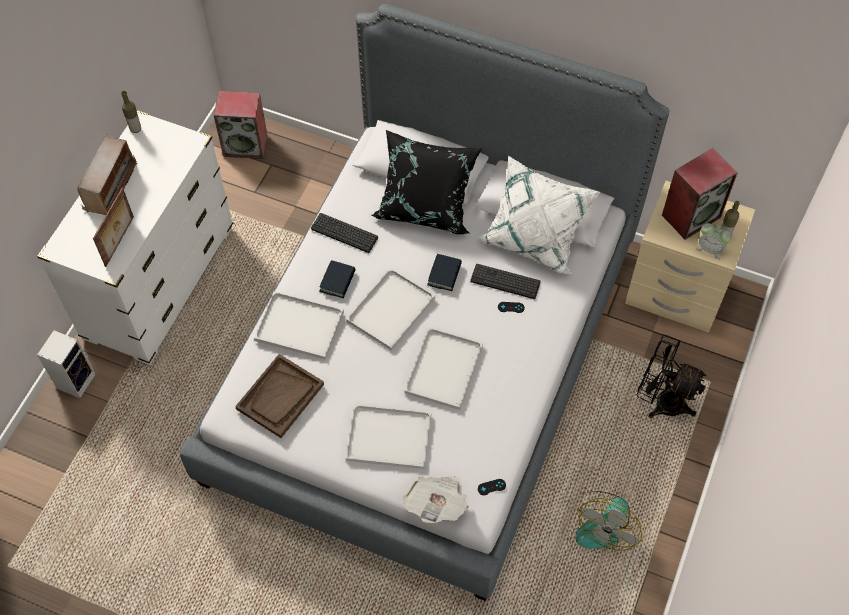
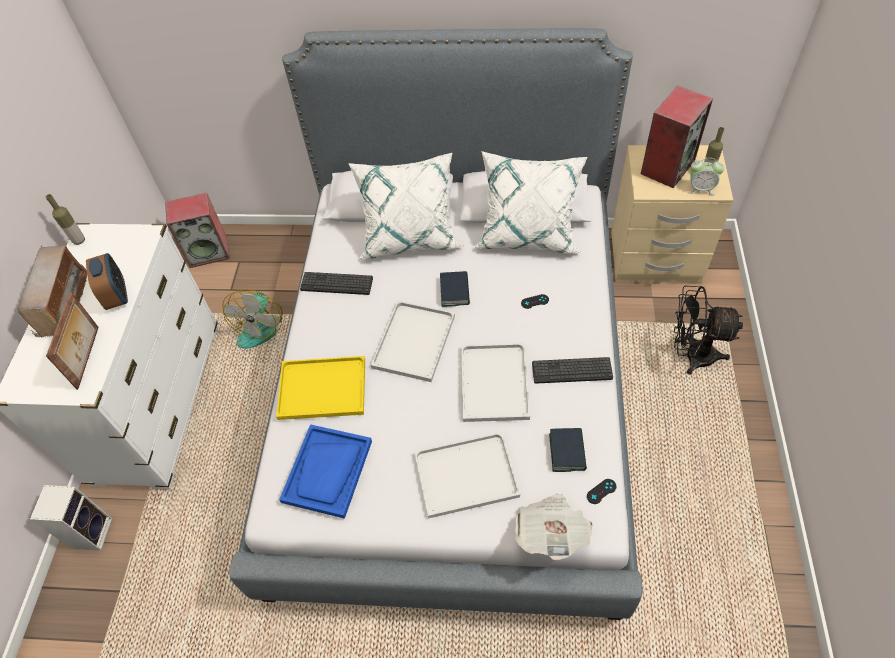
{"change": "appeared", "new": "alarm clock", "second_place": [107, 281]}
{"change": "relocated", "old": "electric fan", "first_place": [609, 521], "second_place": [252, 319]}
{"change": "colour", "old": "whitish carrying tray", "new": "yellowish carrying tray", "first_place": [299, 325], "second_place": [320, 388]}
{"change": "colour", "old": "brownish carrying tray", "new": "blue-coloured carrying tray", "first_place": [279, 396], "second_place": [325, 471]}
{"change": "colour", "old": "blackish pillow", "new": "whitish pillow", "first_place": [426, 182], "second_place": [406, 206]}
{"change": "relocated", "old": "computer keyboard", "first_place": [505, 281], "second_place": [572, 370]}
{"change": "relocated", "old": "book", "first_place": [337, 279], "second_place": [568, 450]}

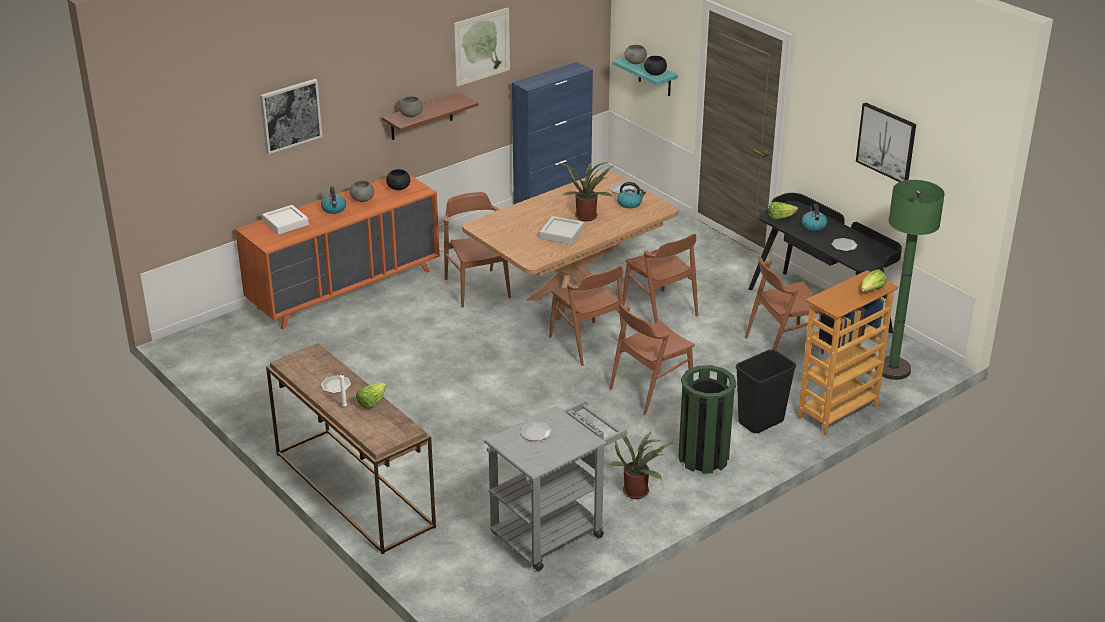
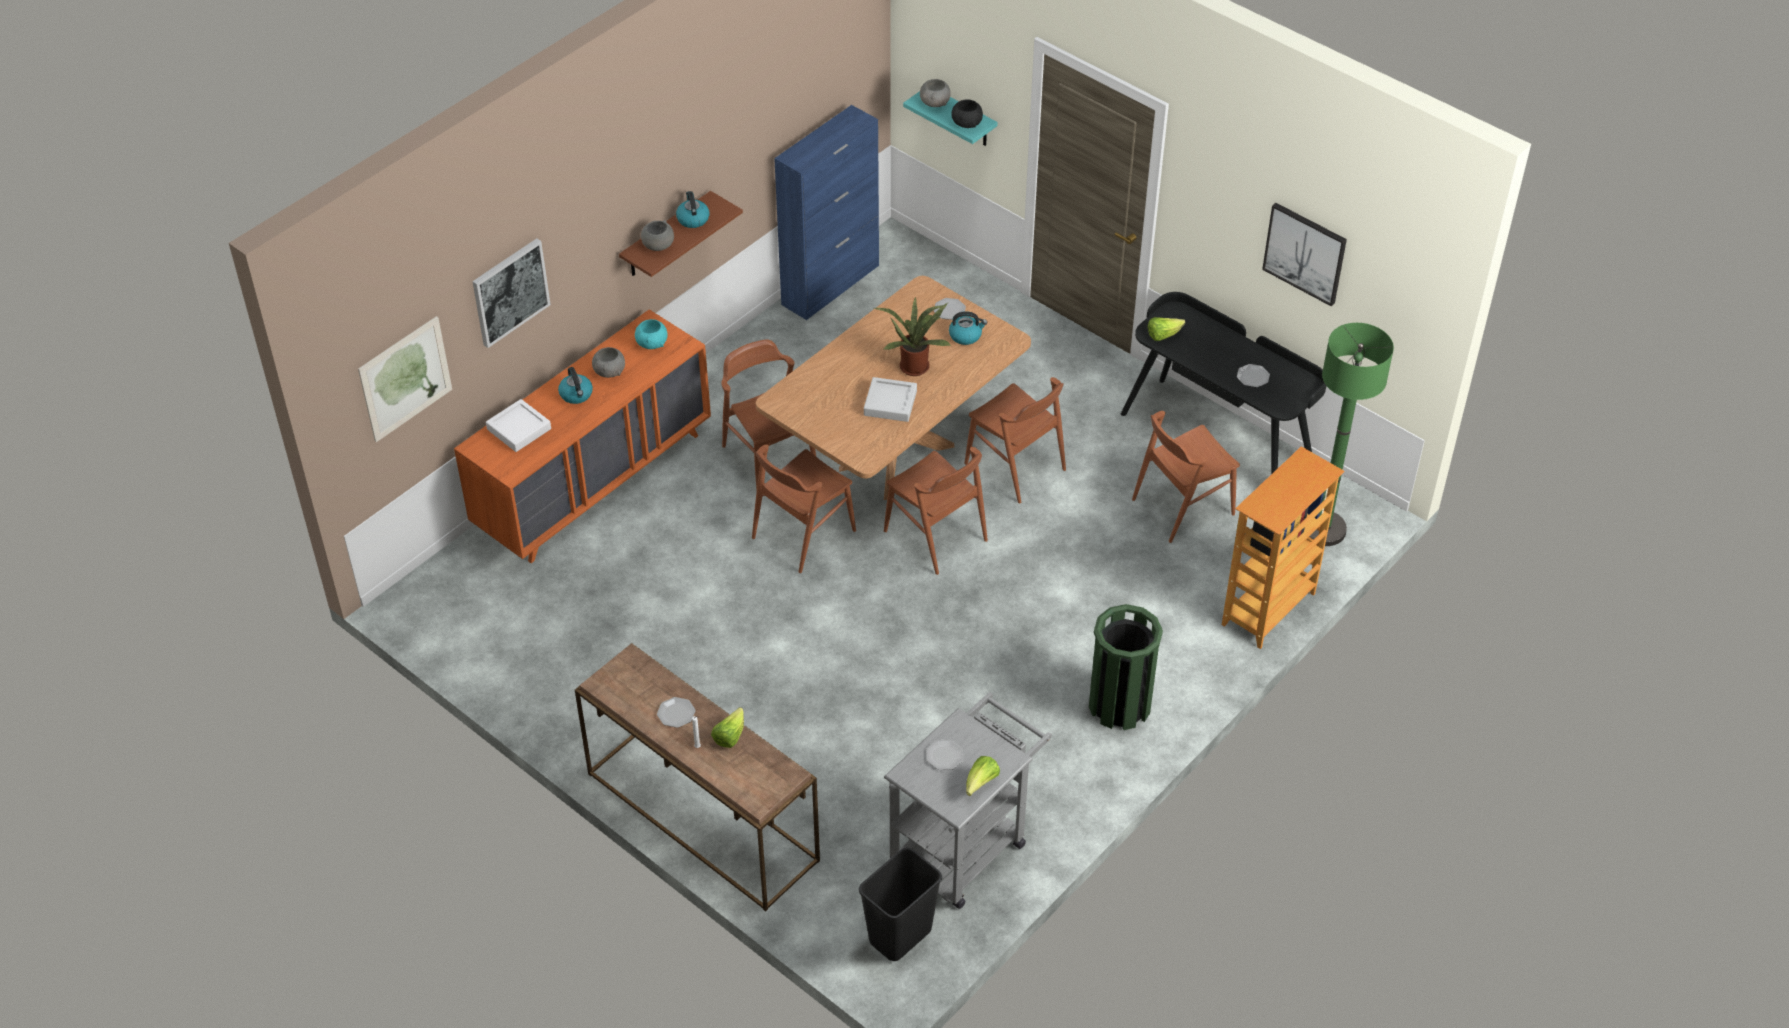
{"change": "relocated", "old": "wall picture", "first_place": [482, 47], "second_place": [405, 379]}
{"change": "colour", "old": "blackish serving bowl", "new": "turquoise serving bowl", "first_place": [398, 179], "second_place": [651, 334]}
{"change": "relocated", "old": "water kettle", "first_place": [814, 217], "second_place": [692, 209]}
{"change": "relocated", "old": "brownish plain chair", "first_place": [651, 360], "second_place": [804, 509]}
{"change": "relocated", "old": "blackish trash can", "first_place": [766, 391], "second_place": [900, 904]}
{"change": "relocated", "old": "head of lettuce", "first_place": [874, 281], "second_place": [983, 776]}
{"change": "missing", "old": "potted plant", "first_place": [640, 465]}

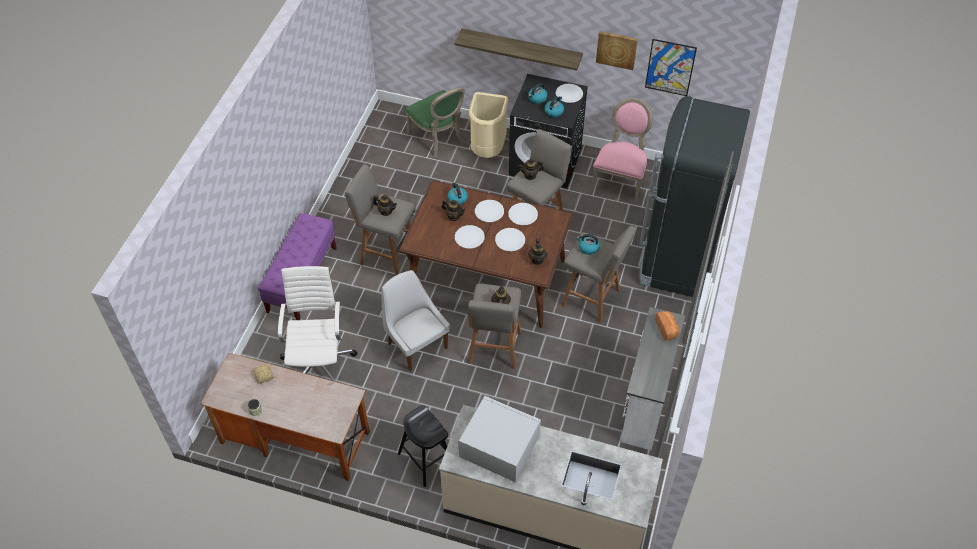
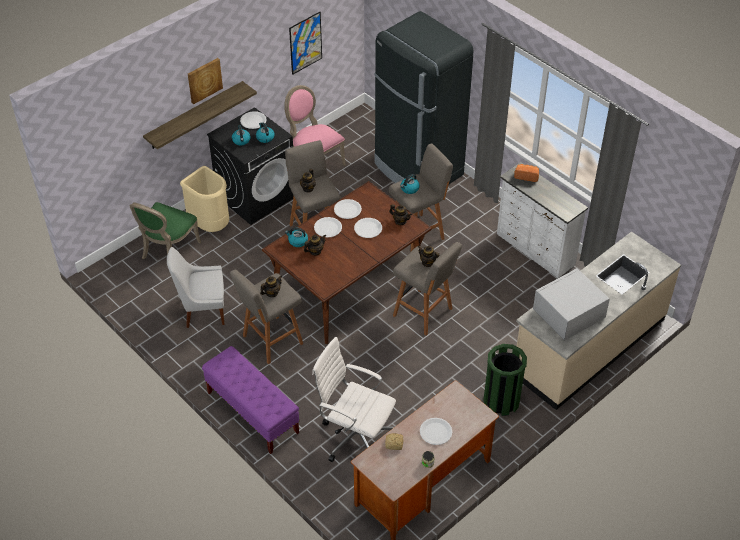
{"change": "spun", "old": "green plain chair", "first_place": [435, 122], "second_place": [165, 230], "degrees": 120}
{"change": "relocated", "old": "whitish plain chair", "first_place": [416, 320], "second_place": [196, 287]}
{"change": "relocated", "old": "wall picture", "first_place": [617, 50], "second_place": [205, 81]}
{"change": "relocated", "old": "whitish dinner plate", "first_place": [470, 237], "second_place": [436, 431]}
{"change": "exchanged", "old": "blackish sitting stool", "new": "green trash can", "first_place": [423, 446], "second_place": [505, 380]}

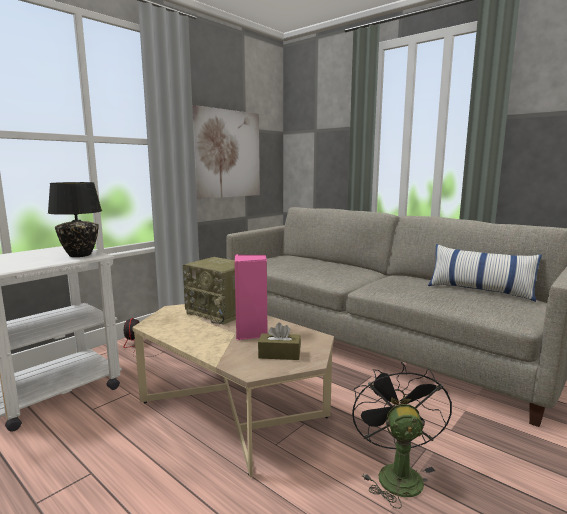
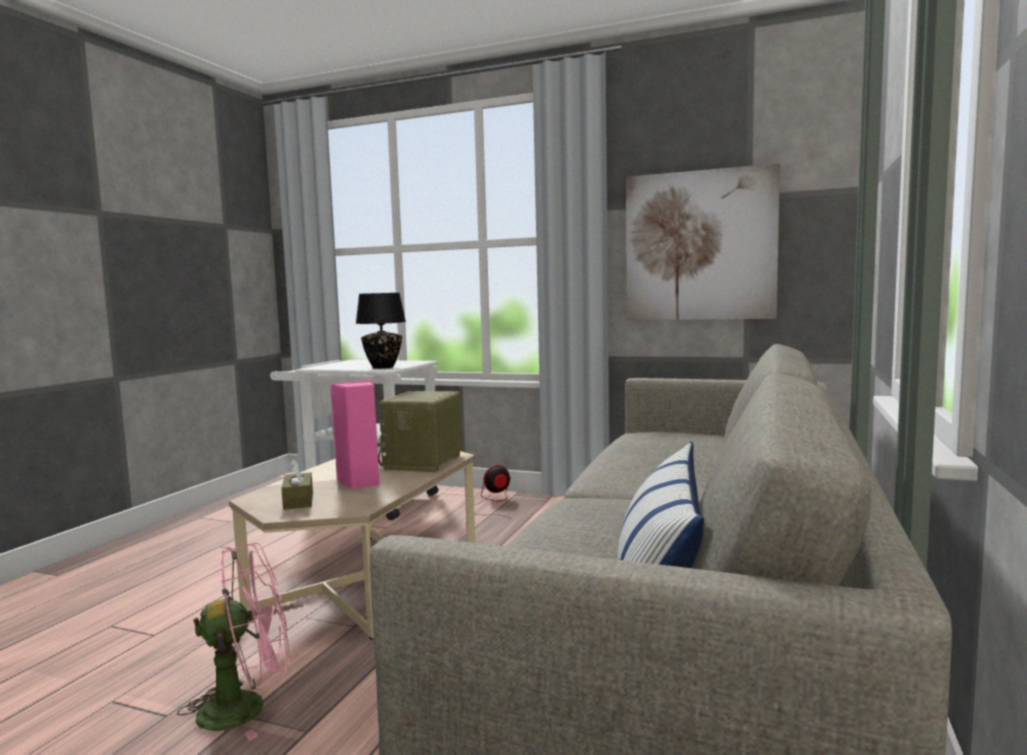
{"change": "colour", "old": "blackish electric fan", "new": "pink-coloured electric fan", "first_place": [402, 435], "second_place": [233, 642]}

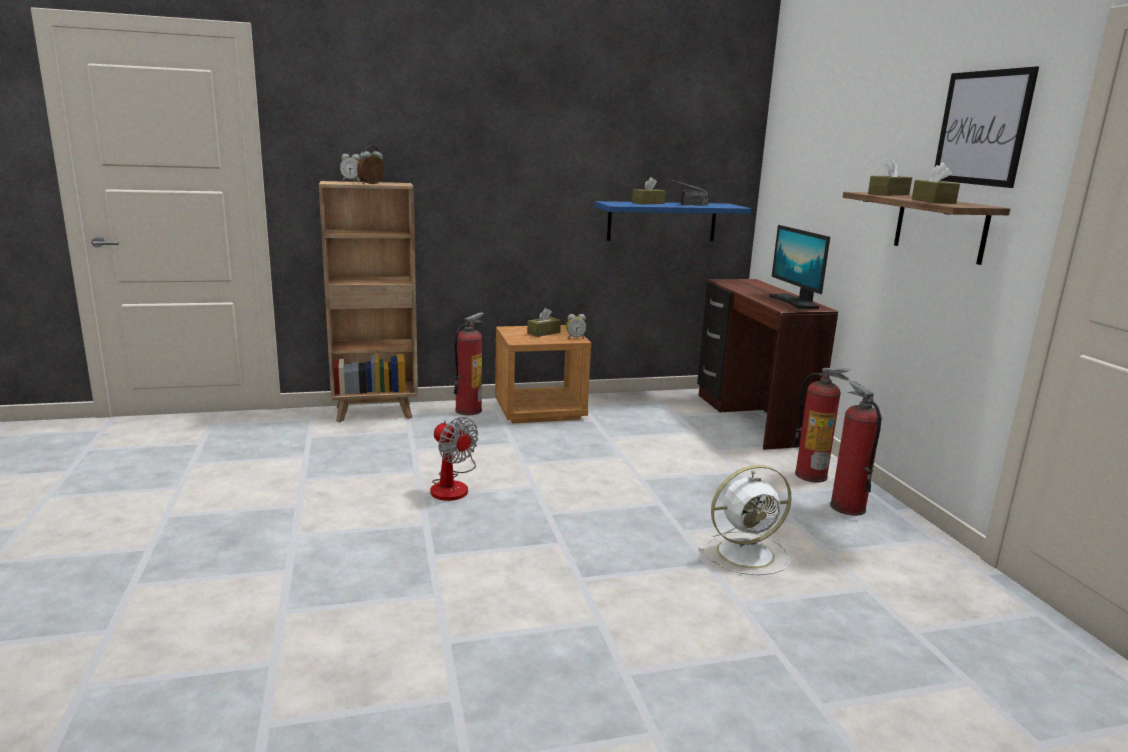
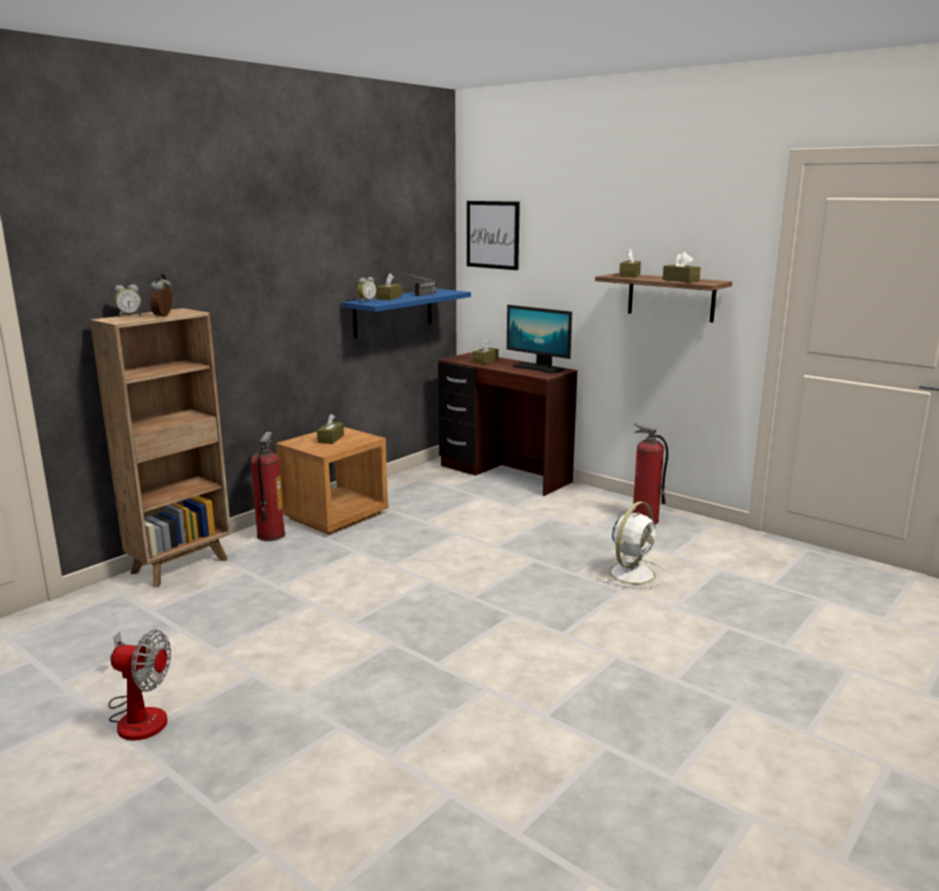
{"change": "relocated", "old": "electric fan", "first_place": [454, 459], "second_place": [139, 684]}
{"change": "relocated", "old": "alarm clock", "first_place": [576, 326], "second_place": [366, 290]}
{"change": "relocated", "old": "wall picture", "first_place": [986, 127], "second_place": [493, 235]}
{"change": "appeared", "new": "brownish tissue box", "second_place": [485, 352]}
{"change": "missing", "old": "extinguisher", "first_place": [821, 425]}

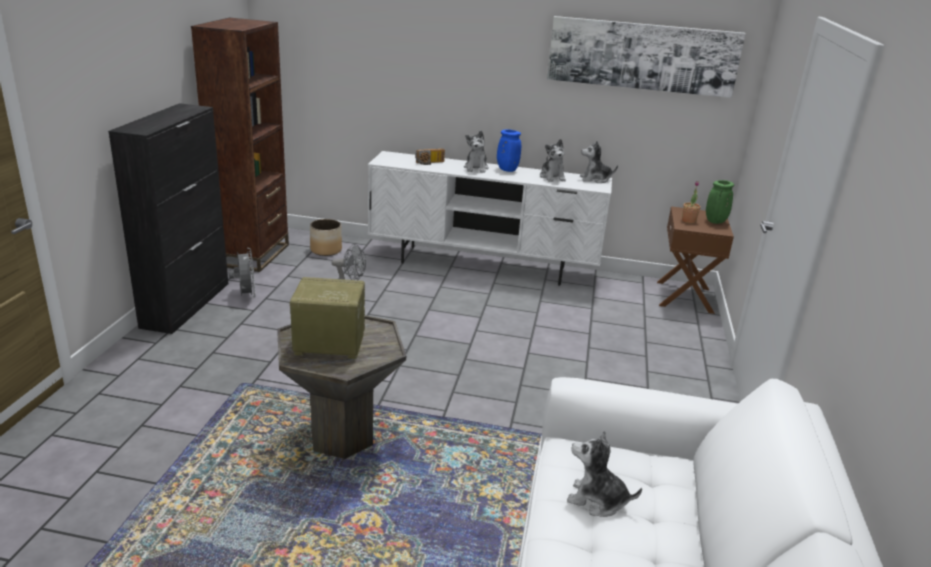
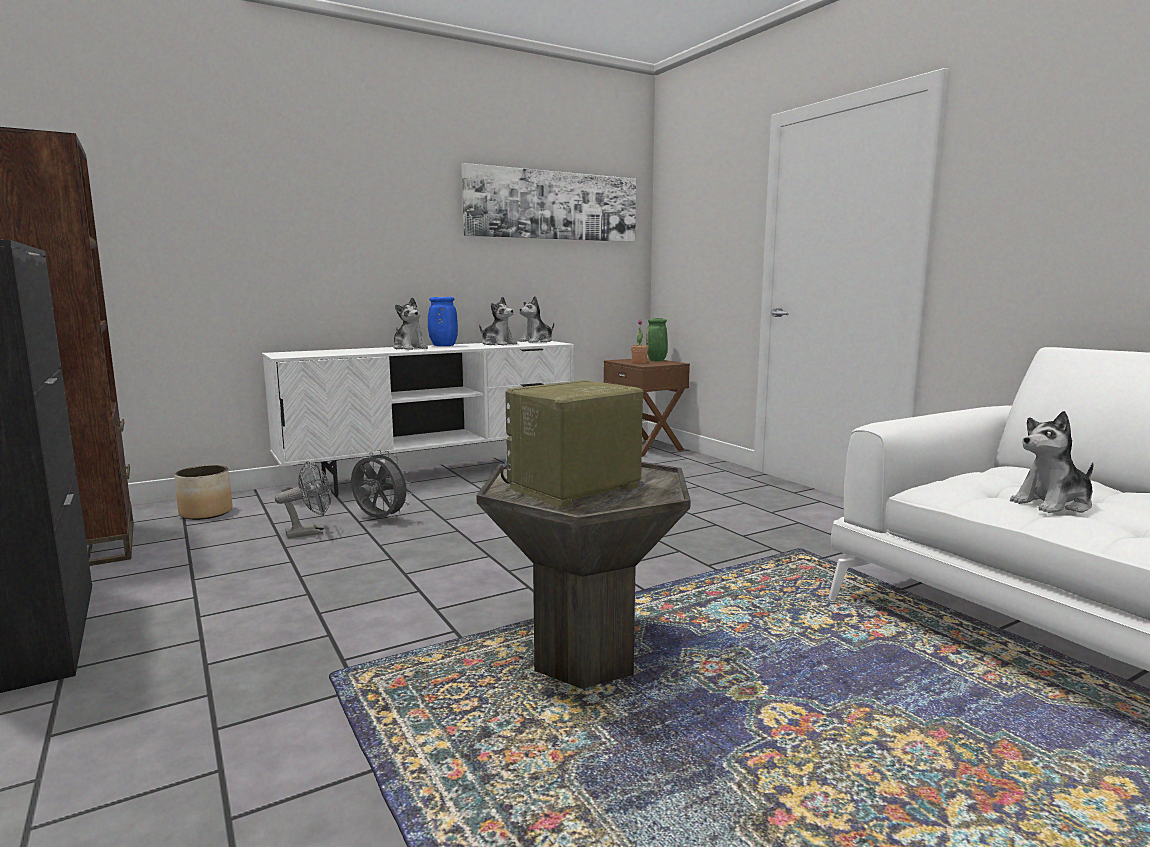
{"change": "relocated", "old": "greyish electric fan", "first_place": [242, 273], "second_place": [381, 484]}
{"change": "missing", "old": "radio set", "first_place": [430, 157]}

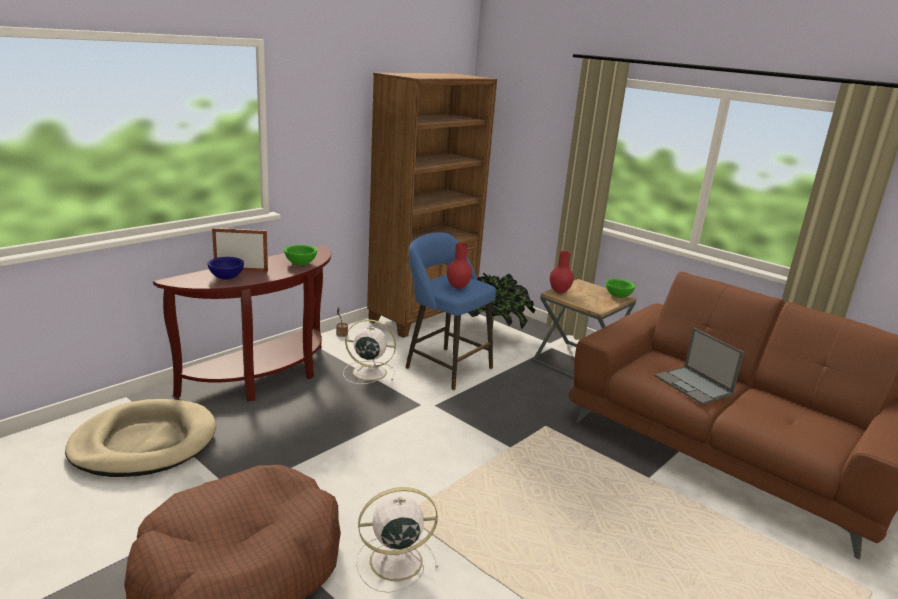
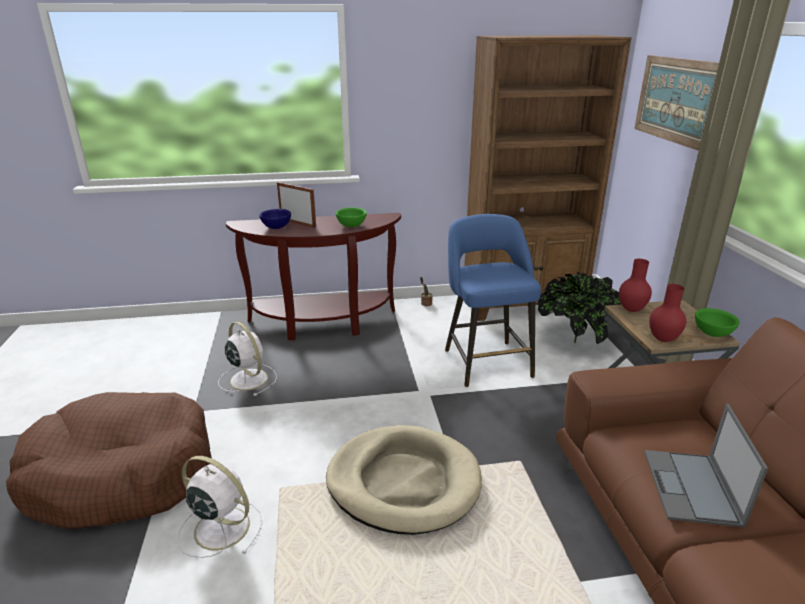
{"change": "relocated", "old": "whitish electric fan", "first_place": [369, 351], "second_place": [247, 359]}
{"change": "relocated", "old": "sand-coloured dog cushion", "first_place": [140, 438], "second_place": [404, 480]}
{"change": "appeared", "new": "wall picture", "second_place": [676, 103]}
{"change": "relocated", "old": "reddish vase", "first_place": [459, 266], "second_place": [667, 313]}

